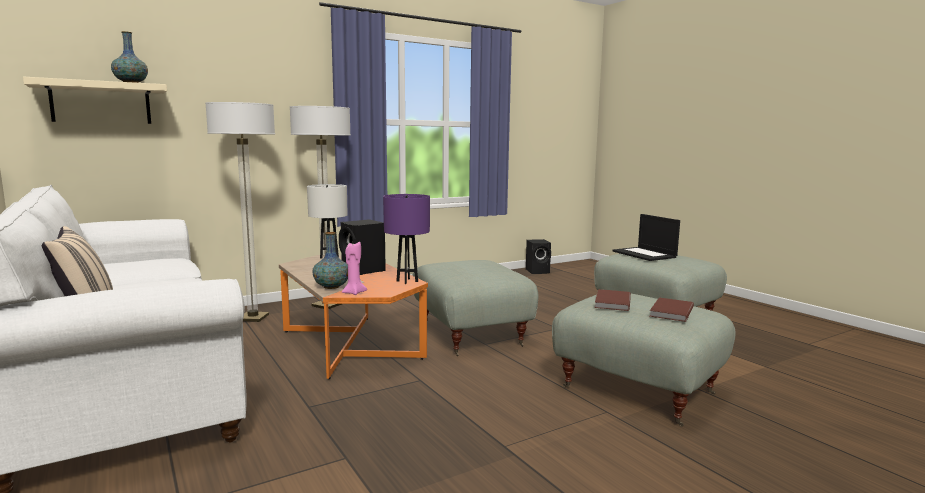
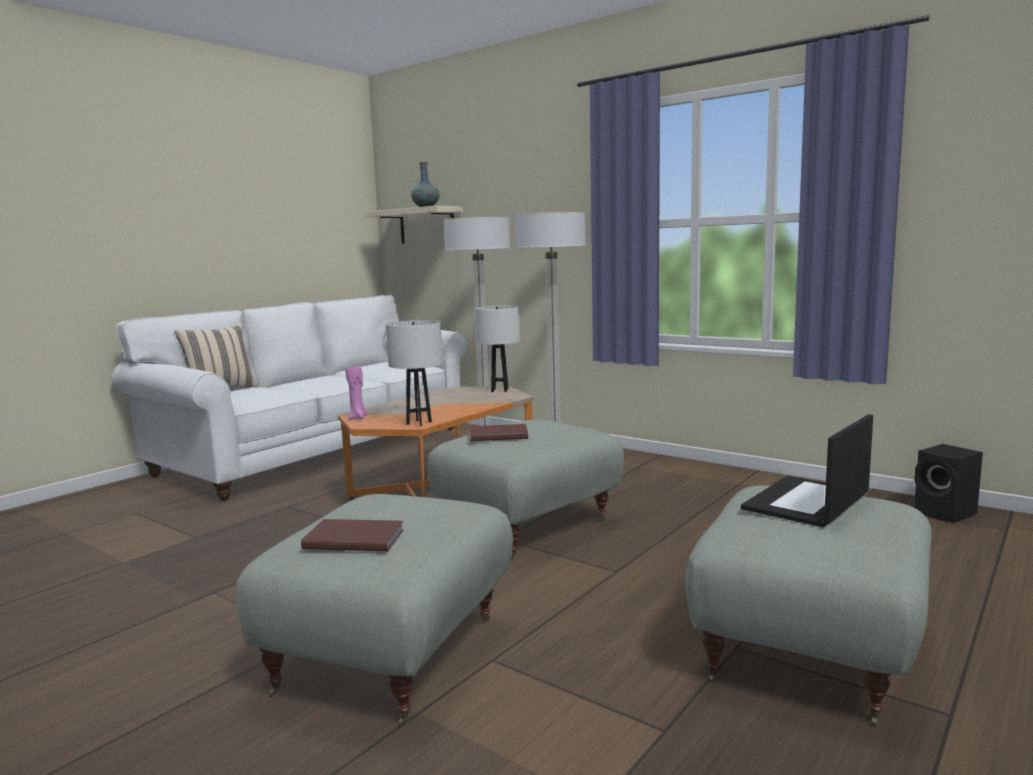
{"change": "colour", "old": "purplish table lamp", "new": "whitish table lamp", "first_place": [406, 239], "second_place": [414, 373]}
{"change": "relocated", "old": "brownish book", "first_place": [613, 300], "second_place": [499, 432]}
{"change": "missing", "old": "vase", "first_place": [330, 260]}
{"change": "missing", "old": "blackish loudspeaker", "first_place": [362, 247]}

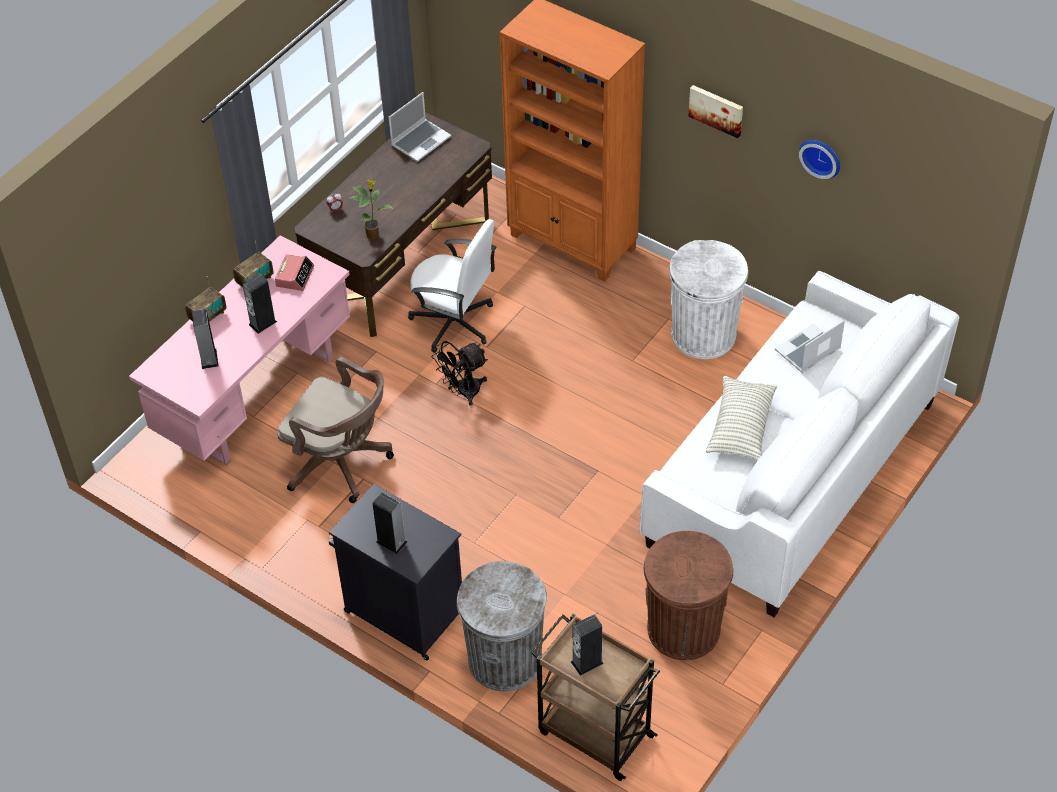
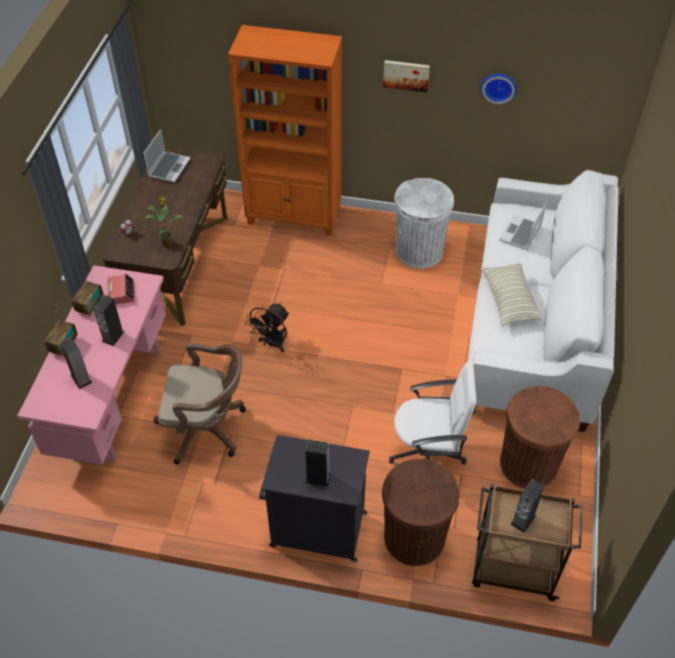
{"change": "colour", "old": "greyish trash can", "new": "brownish trash can", "first_place": [502, 626], "second_place": [420, 512]}
{"change": "relocated", "old": "whitish computer chair", "first_place": [452, 286], "second_place": [432, 413]}

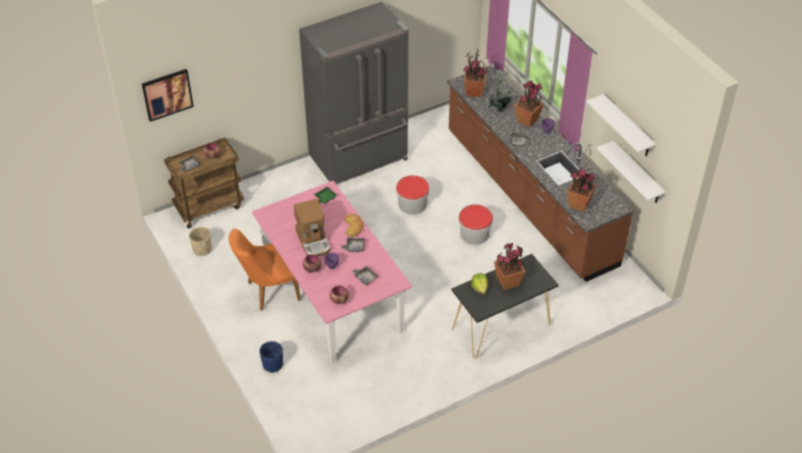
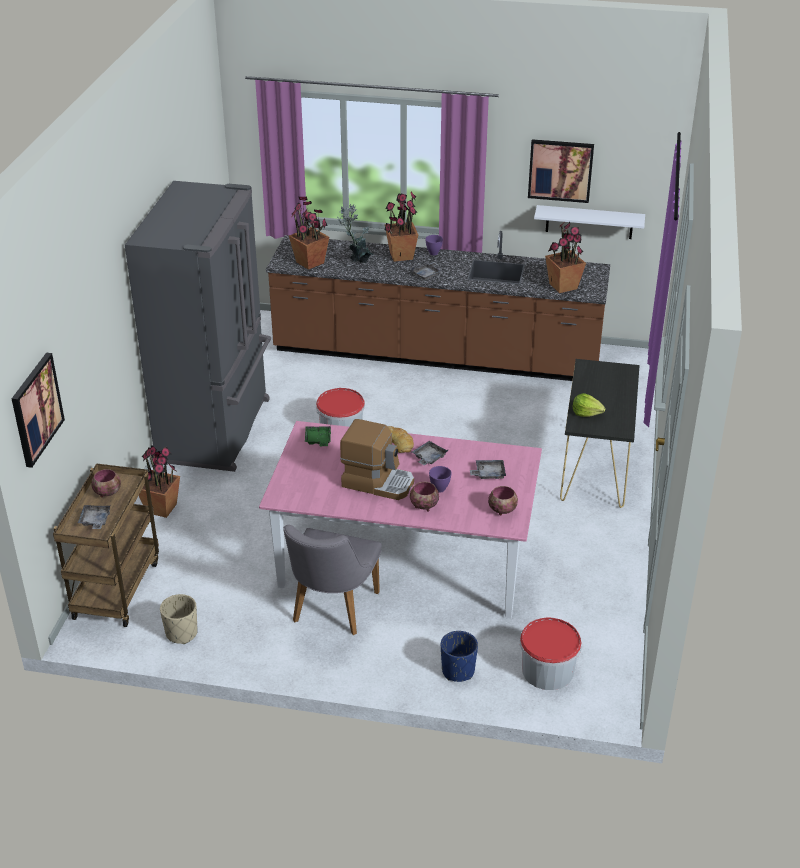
{"change": "relocated", "old": "potted plant", "first_place": [510, 266], "second_place": [159, 482]}
{"change": "colour", "old": "orange plain chair", "new": "greyish plain chair", "first_place": [265, 270], "second_place": [332, 580]}
{"change": "relocated", "old": "water bucket", "first_place": [476, 224], "second_place": [551, 653]}
{"change": "exchanged", "old": "whitish shelf", "new": "wall picture", "first_place": [621, 125], "second_place": [561, 171]}

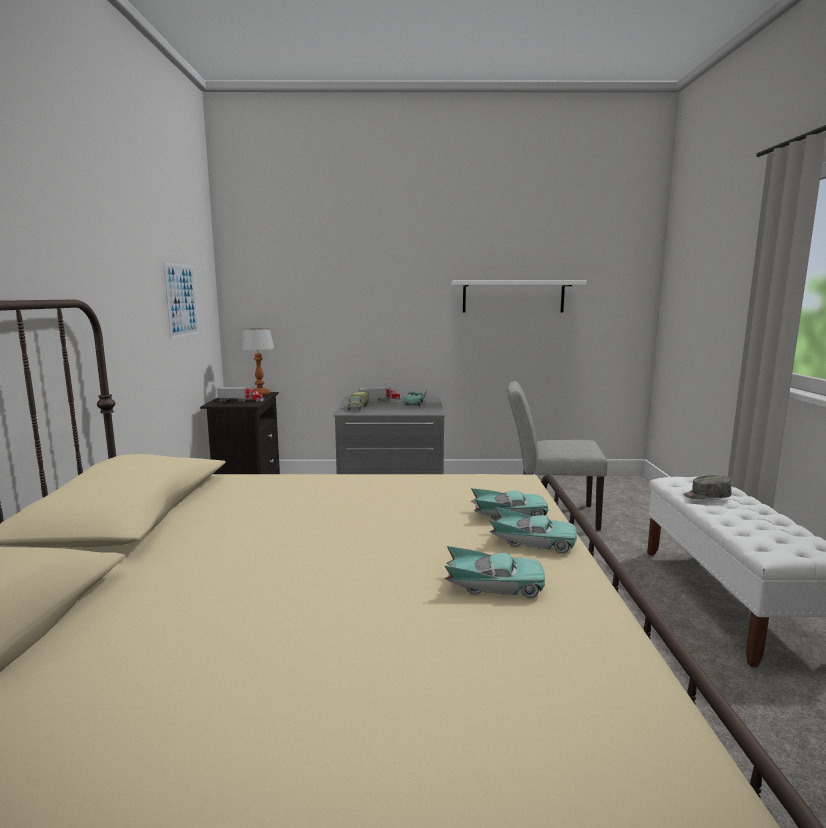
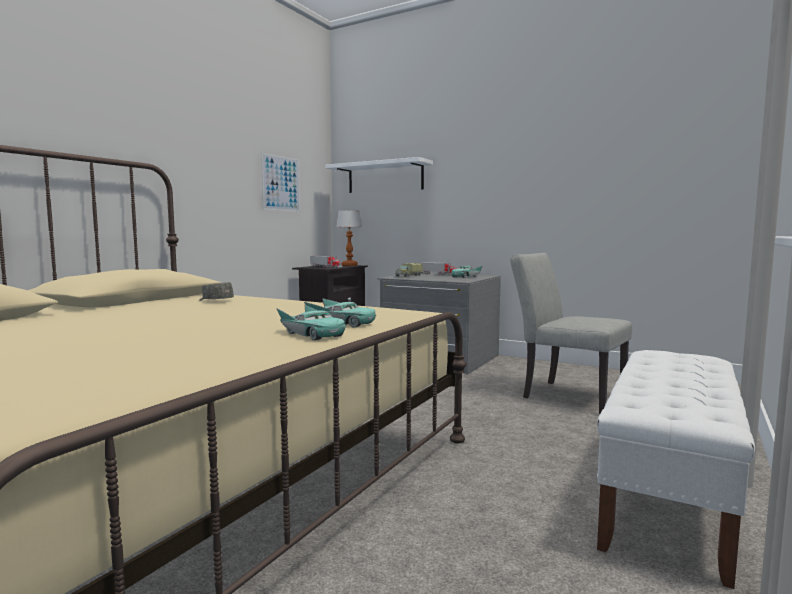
{"change": "relocated", "old": "greyish baseball cap", "first_place": [707, 487], "second_place": [216, 291]}
{"change": "relocated", "old": "whitish shelf", "first_place": [519, 296], "second_place": [379, 175]}
{"change": "missing", "old": "turquoise miniature car", "first_place": [494, 572]}

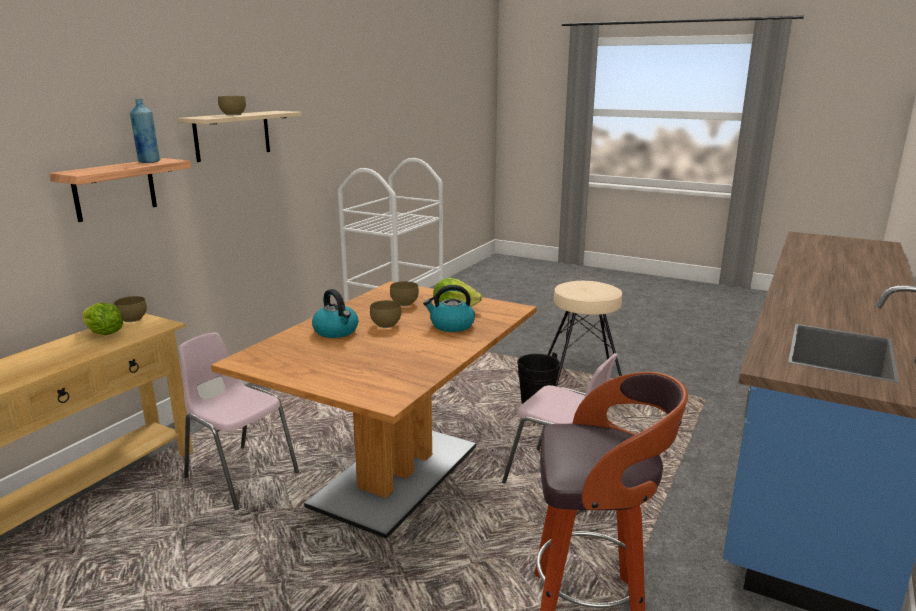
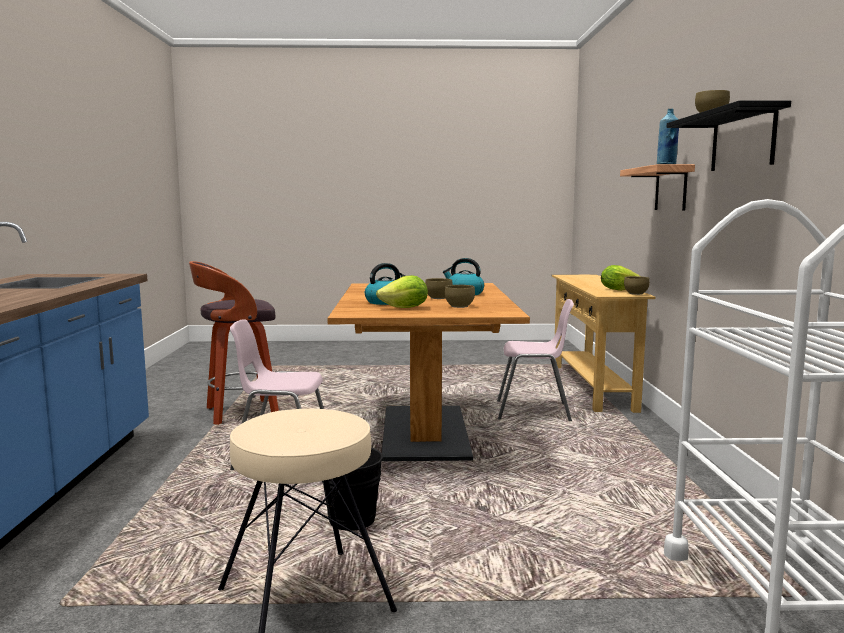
{"change": "colour", "old": "sand-coloured shelf", "new": "blackish shelf", "first_place": [240, 136], "second_place": [729, 135]}

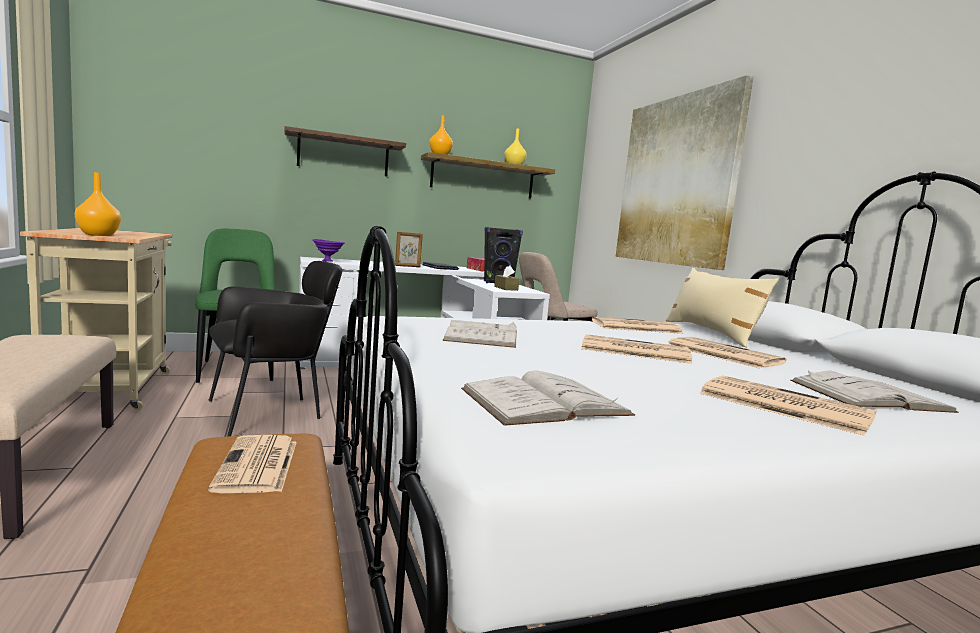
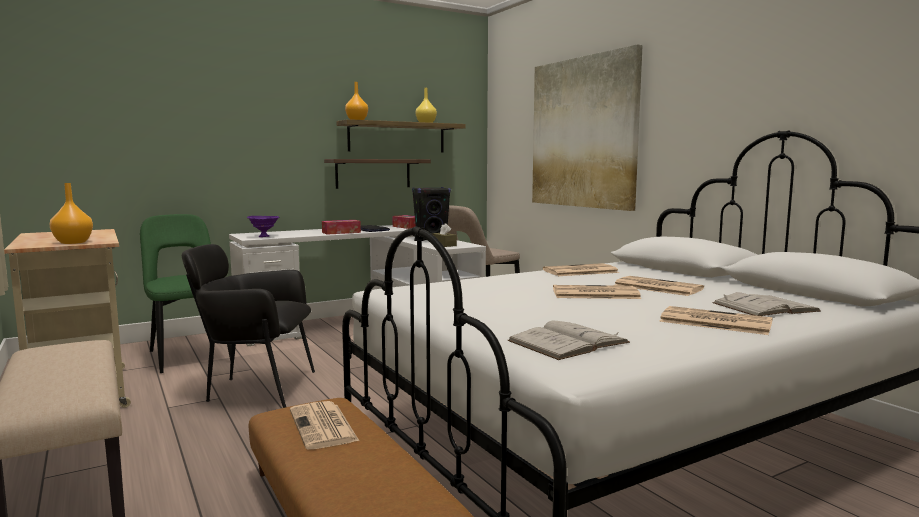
{"change": "spun", "old": "blackish armchair", "first_place": [275, 349], "second_place": [248, 326], "degrees": -135}
{"change": "exchanged", "old": "picture frame", "new": "tissue box", "first_place": [409, 249], "second_place": [341, 227]}
{"change": "relocated", "old": "shelf", "first_place": [345, 151], "second_place": [377, 174]}
{"change": "missing", "old": "whitish book", "first_place": [479, 334]}
{"change": "missing", "old": "sand-coloured pillow", "first_place": [722, 307]}

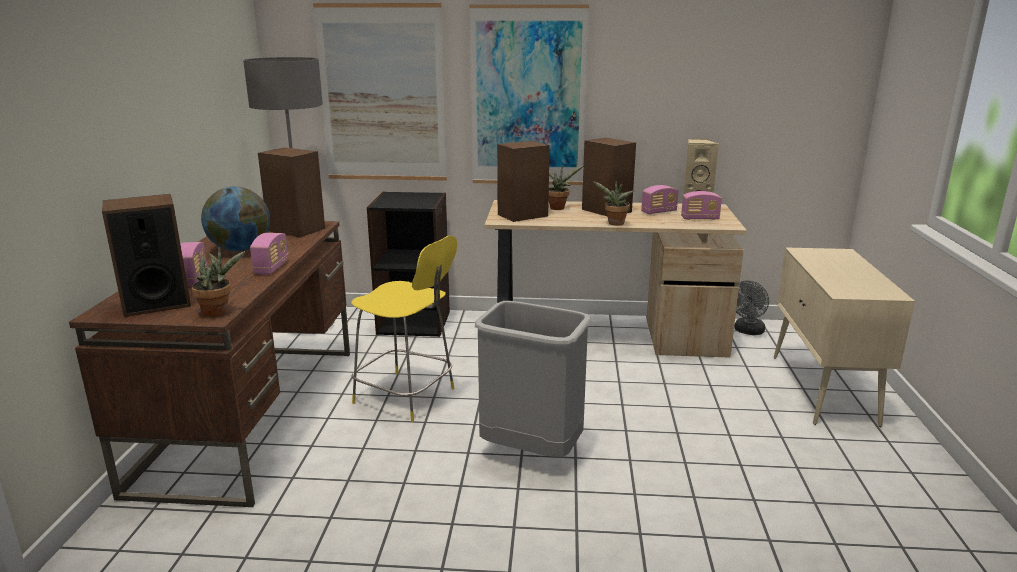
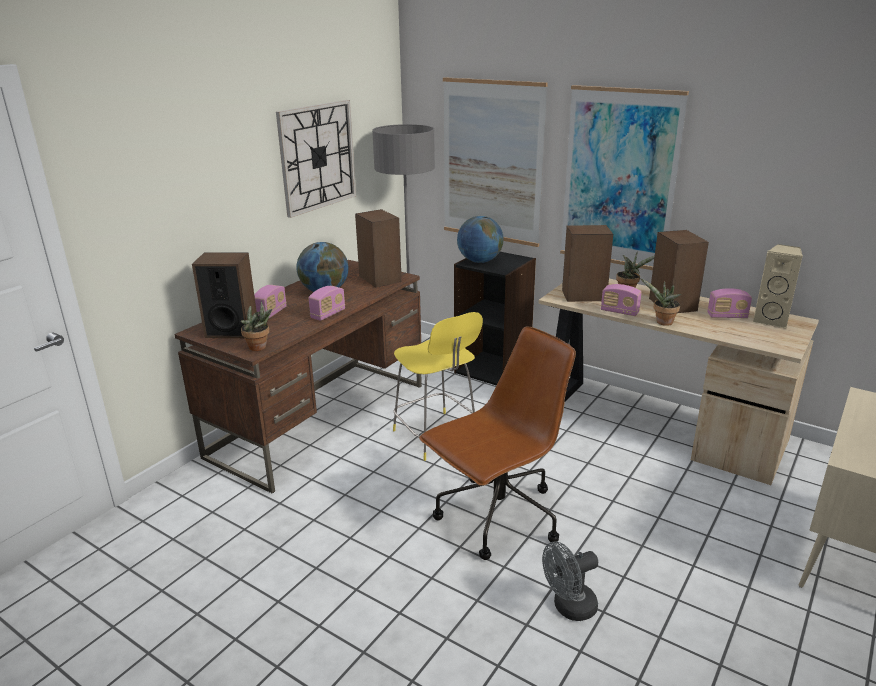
{"change": "appeared", "new": "clock on the wall", "second_place": [316, 159]}
{"change": "exchanged", "old": "greyish trash can", "new": "brownish computer chair", "first_place": [533, 379], "second_place": [497, 443]}
{"change": "appeared", "new": "globe", "second_place": [480, 239]}
{"change": "relocated", "old": "greyish electric fan", "first_place": [751, 307], "second_place": [570, 581]}
{"change": "relocated", "old": "radio set", "first_place": [701, 205], "second_place": [621, 300]}

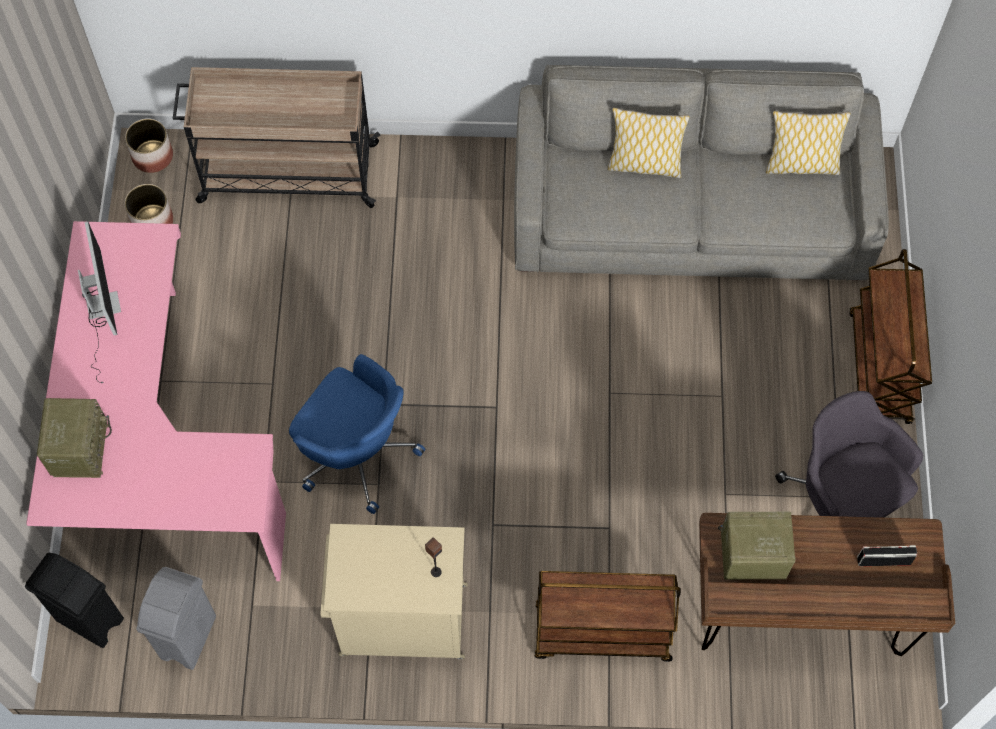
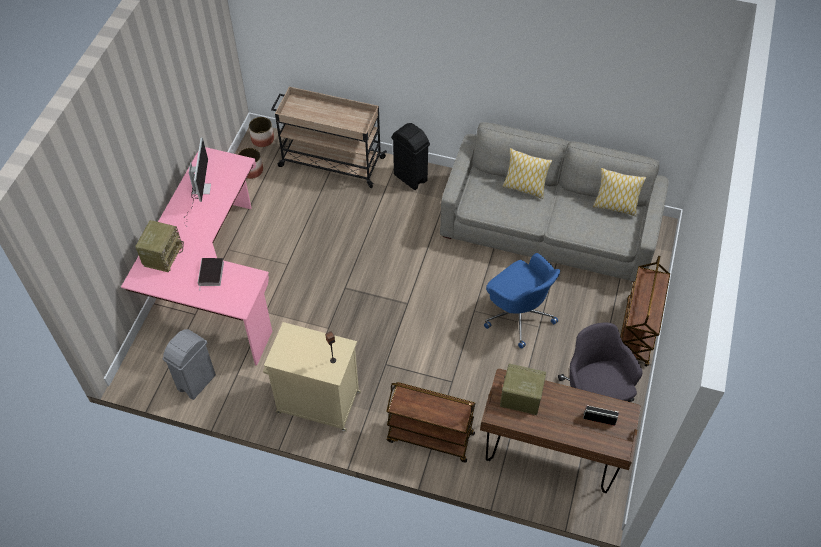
{"change": "appeared", "new": "book", "second_place": [211, 272]}
{"change": "relocated", "old": "blackish trash can", "first_place": [74, 600], "second_place": [410, 156]}
{"change": "relocated", "old": "blue-coloured computer chair", "first_place": [357, 434], "second_place": [522, 301]}

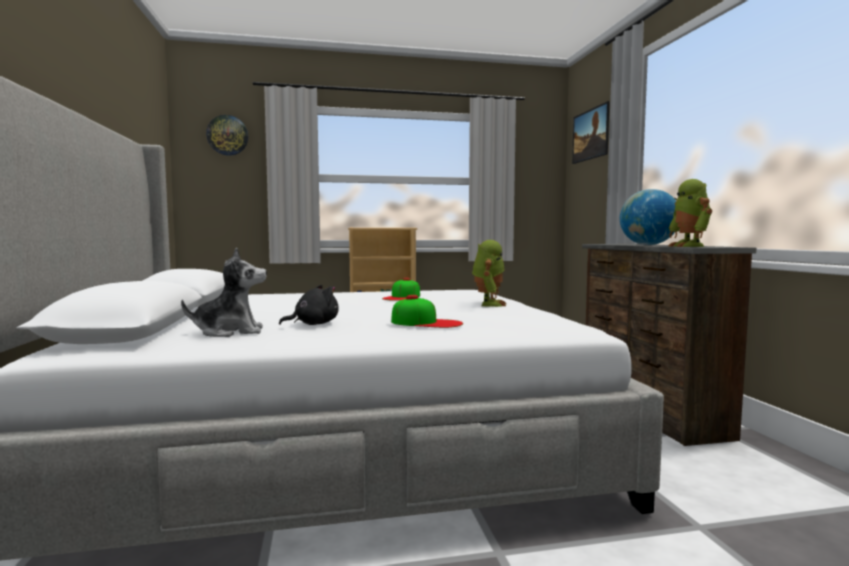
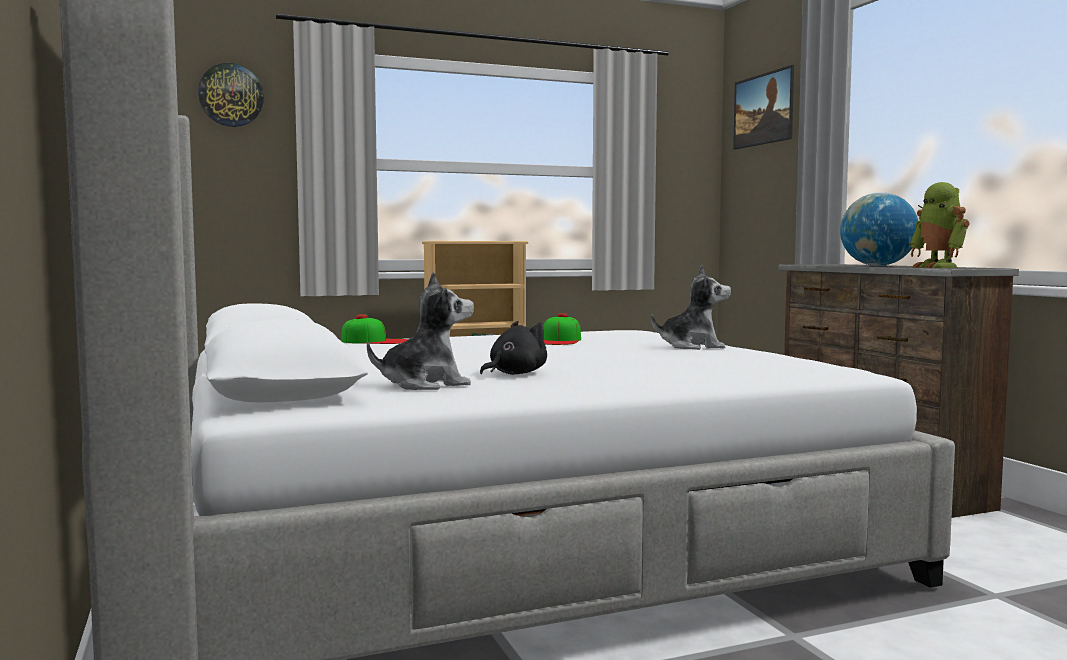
{"change": "relocated", "old": "baseball cap", "first_place": [427, 311], "second_place": [374, 329]}
{"change": "exchanged", "old": "model robot", "new": "cuddly toy", "first_place": [489, 273], "second_place": [691, 307]}

